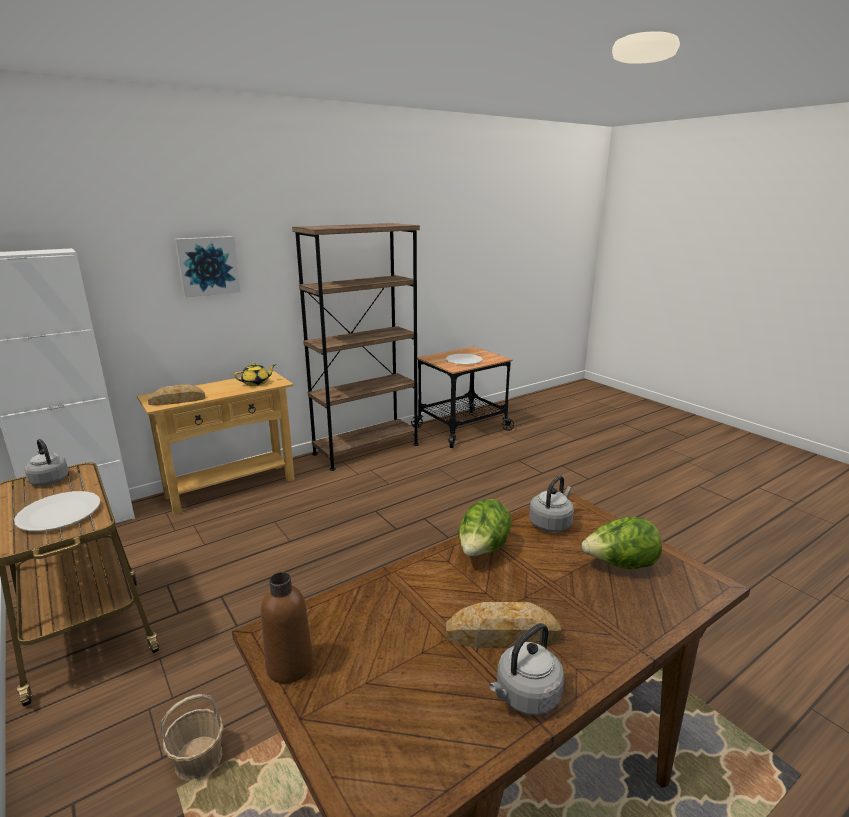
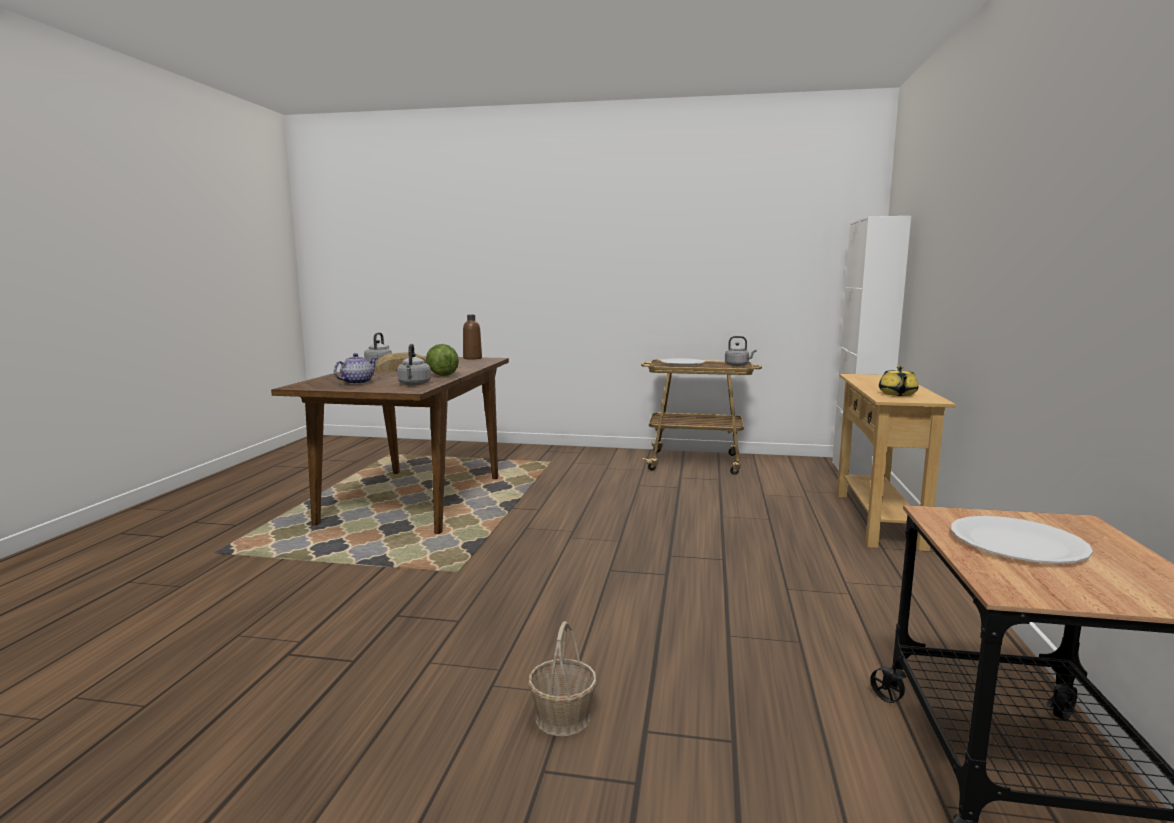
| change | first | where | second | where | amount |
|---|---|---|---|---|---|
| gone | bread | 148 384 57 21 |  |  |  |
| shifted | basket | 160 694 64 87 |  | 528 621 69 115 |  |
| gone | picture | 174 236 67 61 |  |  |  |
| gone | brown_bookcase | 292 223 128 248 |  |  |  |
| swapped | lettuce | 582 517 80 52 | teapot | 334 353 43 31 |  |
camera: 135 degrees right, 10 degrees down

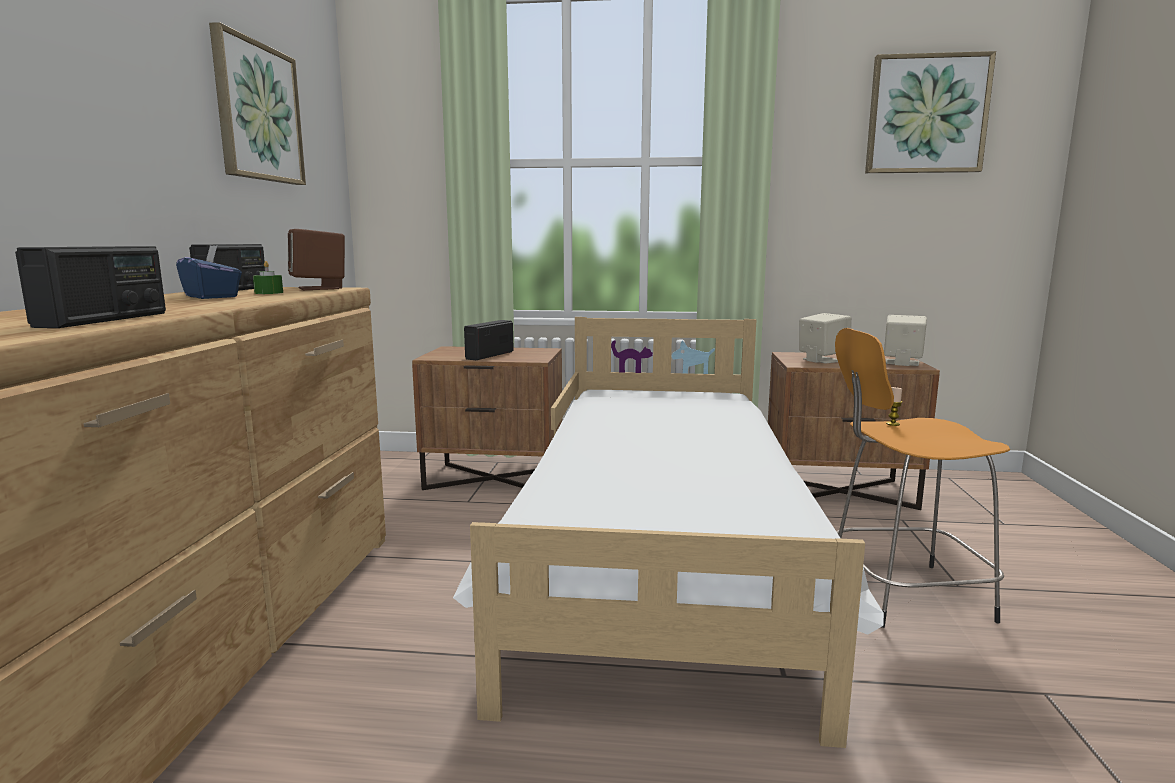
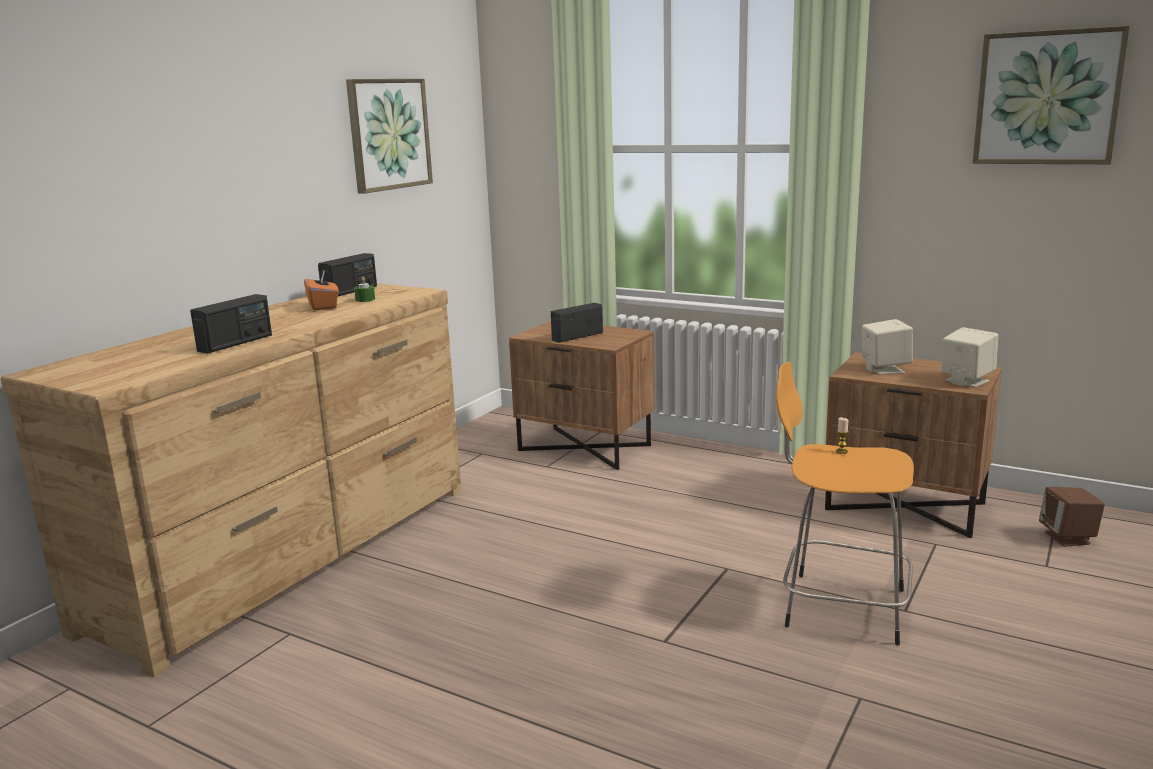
| change | first | where | second | where | amount |
|---|---|---|---|---|---|
| repainted | blue_tissue_box | 176 245 66 54 | orange_tissue_box | 304 270 35 40 |  |
| shifted | brown_speaker | 288 229 57 61 |  | 1039 487 66 60 |  |
| gone | white_bed | 453 317 431 431 |  |  |  |
camera: 25 degrees right, 5 degrees up

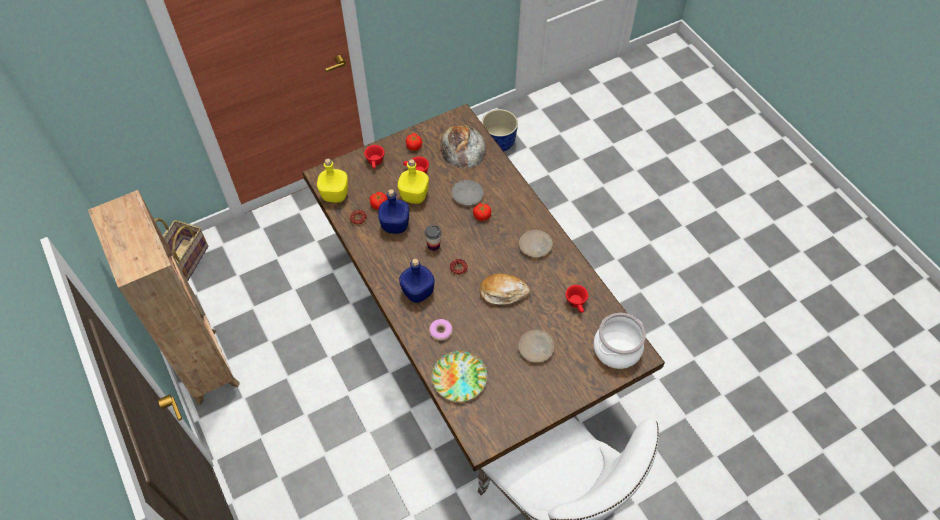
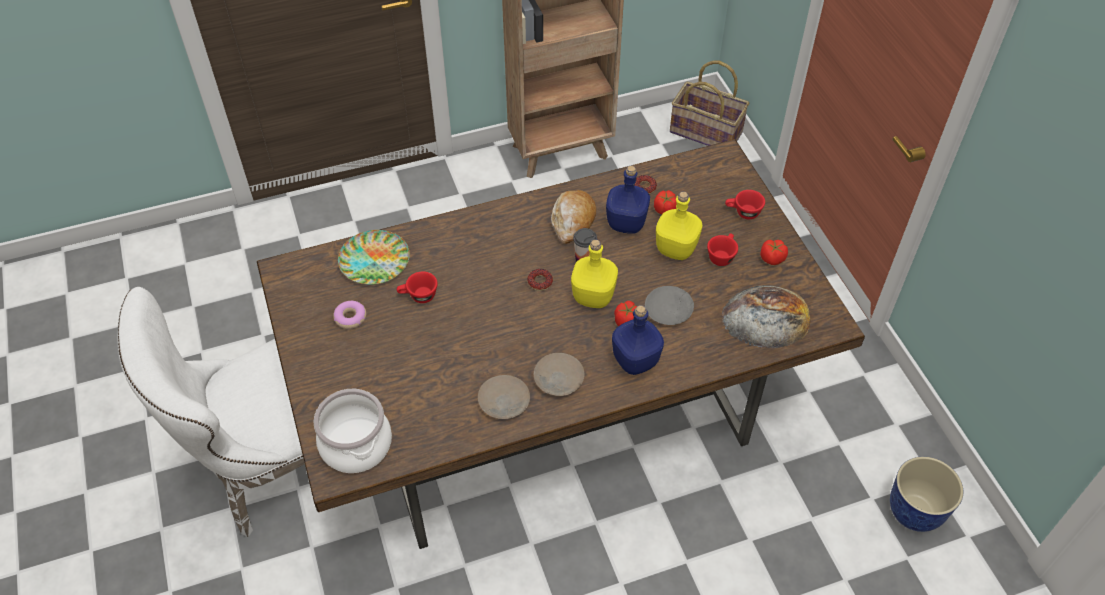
| change | first | where | second | where | amount |
|---|---|---|---|---|---|
| shifted | yellow_bottle | 317 158 31 45 |  | 571 240 47 68 |  |
| shifted | blue_bottle | 399 258 36 45 |  | 612 305 52 70 |  |
| shifted | donut | 429 319 24 22 |  | 333 301 33 28 |  |
| shifted | bread | 480 274 50 31 |  | 551 190 45 54 |  |
| shifted | beige_plate | 519 330 35 33 |  | 478 375 52 44 |  |
| shifted | red_cup | 566 285 22 28 |  | 397 271 41 32 |  |
camera: 100 degrees right, 5 degrees down

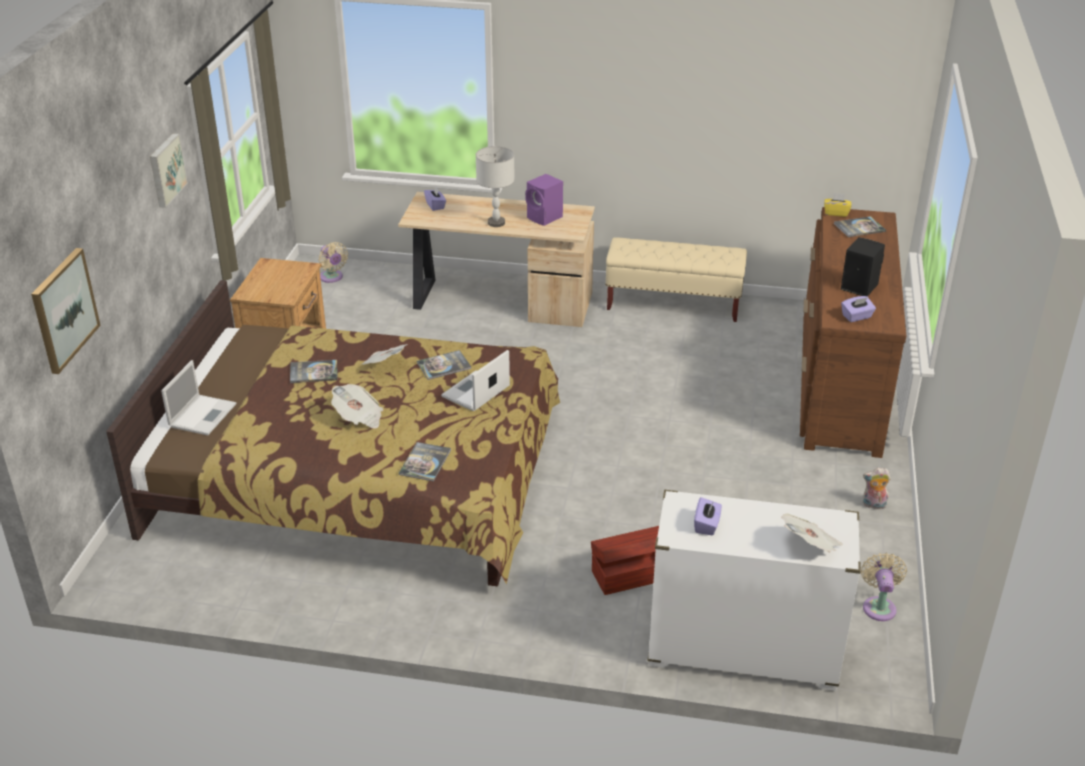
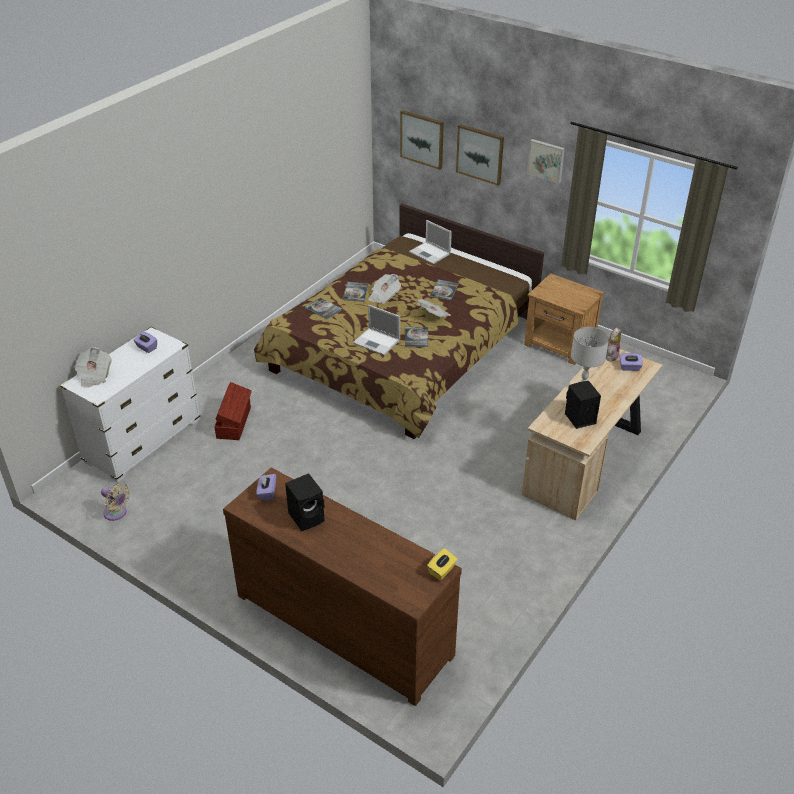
| change | first | where | second | where | amount |
|---|---|---|---|---|---|
| gone | beige_fan | 319 242 29 41 |  |  |  |
| rotated | laptop | 441 350 69 62 |  | 353 305 47 50 | 150 degrees clockwise |
| repainted | purple_speaker | 525 174 38 52 | black_speaker | 565 381 36 48 |  |
| gone | beige_bench | 605 237 142 85 |  |  |  |
| shifted | book | 833 216 53 21 |  | 342 282 27 20 |  |
| shifted | plush_toy | 863 468 28 41 |  | 606 328 15 33 |  |
| new |  |  | picture | 456 124 48 62 |  |
camera: 115 degrees right, 5 degrees up

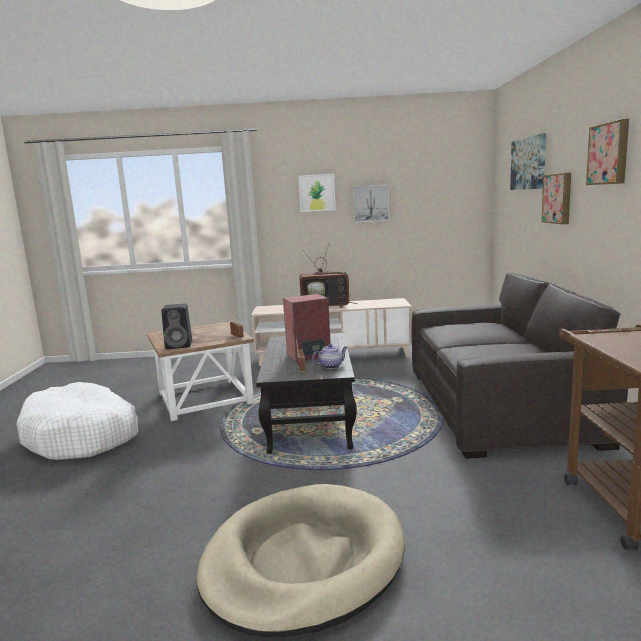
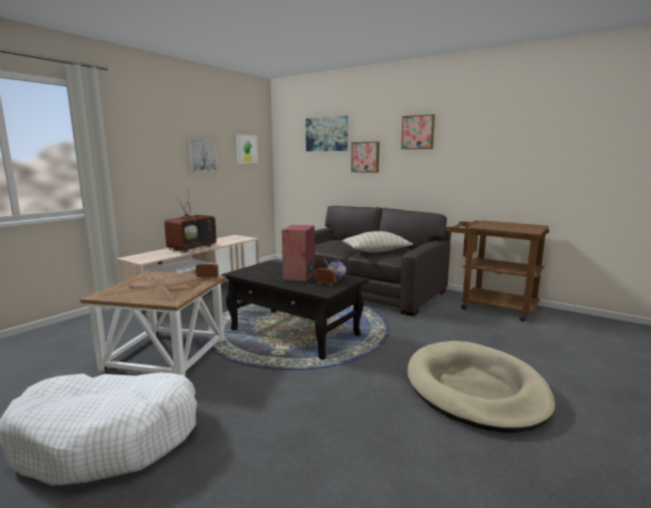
| change | first | where | second | where | amount |
|---|---|---|---|---|---|
| gone | black_speaker | 162 304 30 45 |  |  |  |
| shifted | picture | 298 174 38 38 |  | 236 134 22 29 |  |
| new |  |  | pillow | 342 231 71 22 |  |
camera: 55 degrees left, 0 degrees up

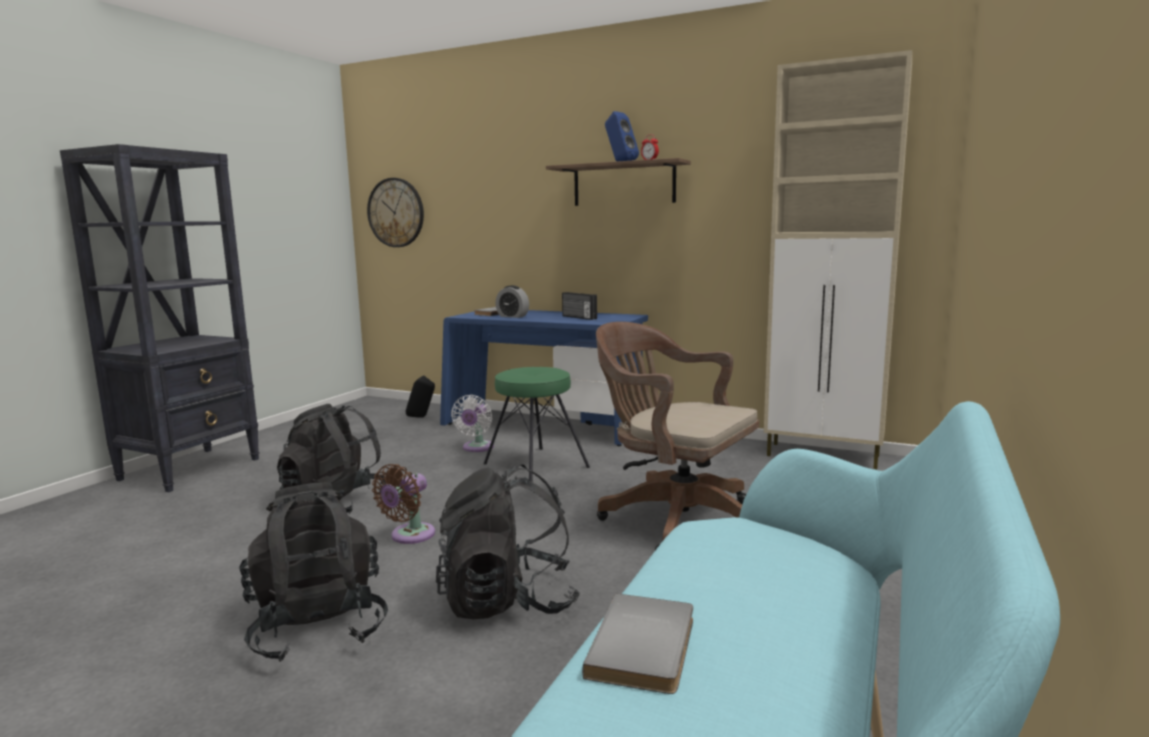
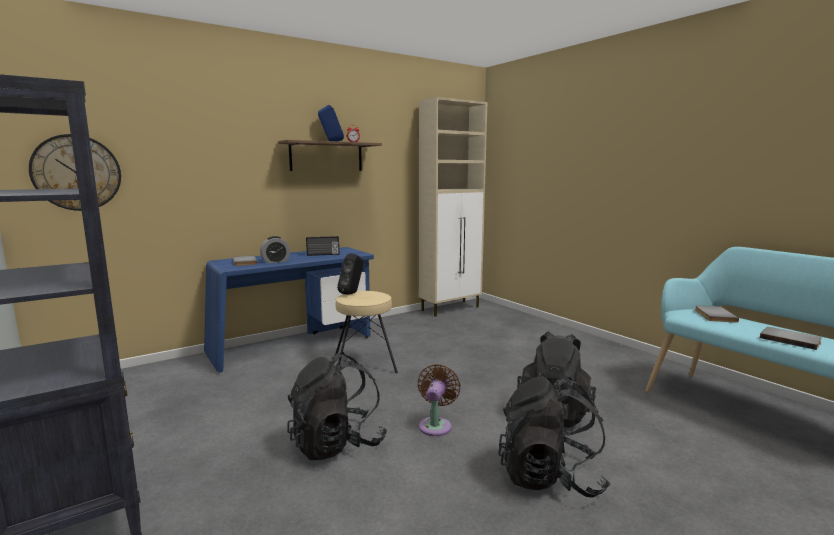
| change | first | where | second | where | amount |
|---|---|---|---|---|---|
| rotated | brown_fan | 372 464 63 80 |  | 418 364 43 72 | 135 degrees counterclockwise |
| shifted | black_speaker | 405 375 30 43 |  | 337 254 27 41 |  |
| gone | white_fan | 451 395 43 57 |  |  |  |
| repainted | green_stool | 483 367 107 115 | beige_stool | 335 291 63 82 |  |
| gone | brown_office_chair | 596 322 163 228 |  |  |  |
| new |  |  | grey_book | 695 305 44 18 |  |
camera: 60 degrees left, 0 degrees up

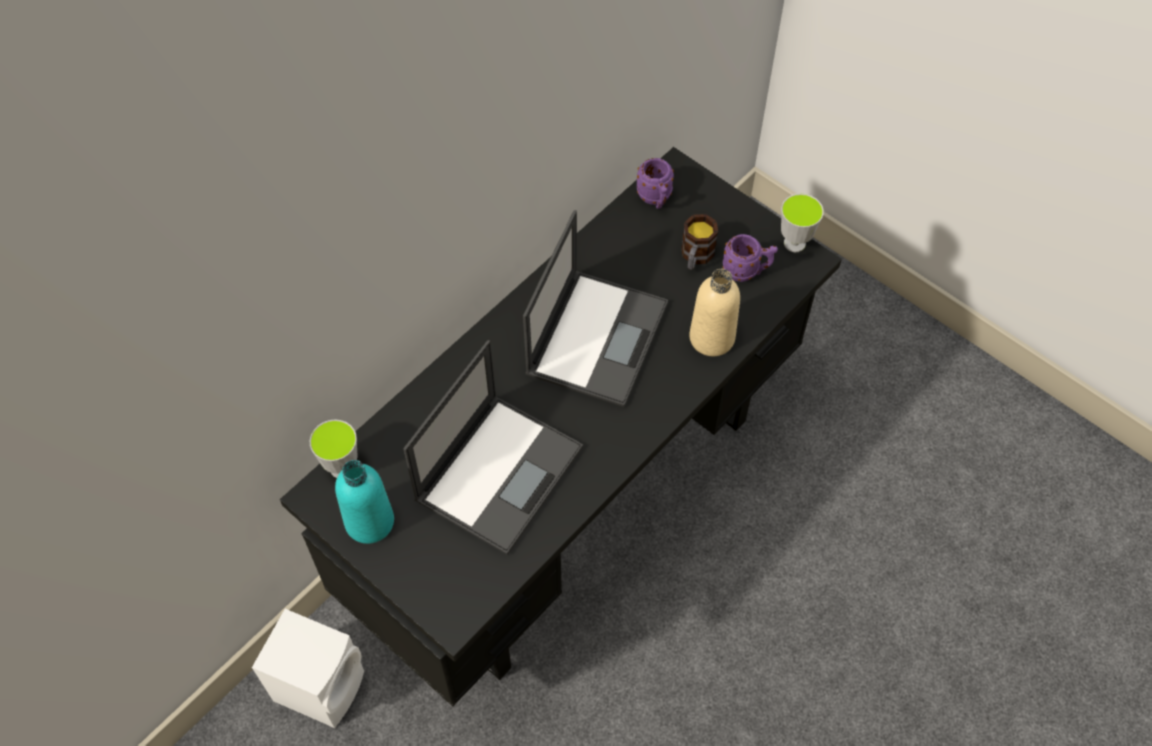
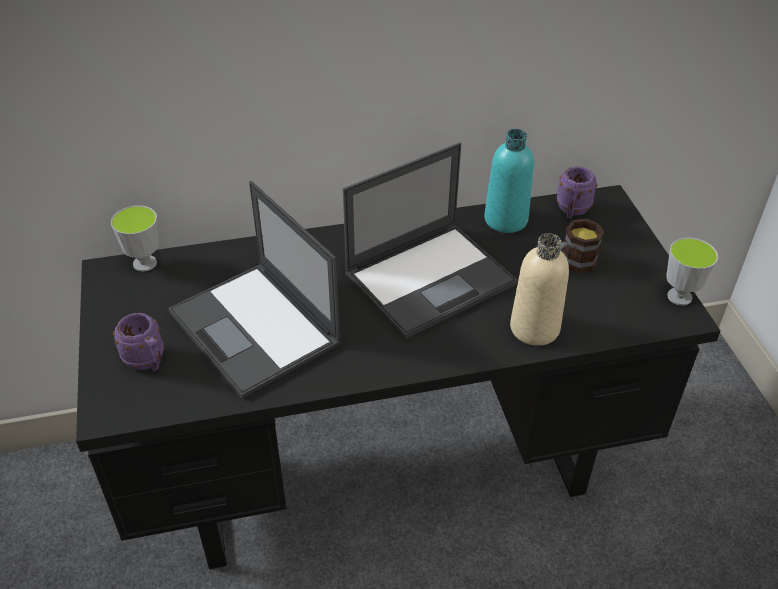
| change | first | where | second | where | amount |
|---|---|---|---|---|---|
| gone | white_speaker | 252 609 112 119 |  |  |  |
| shifted | turquoise_bottle | 335 460 59 84 |  | 484 129 50 104 |  |
| rotated | laptop | 403 340 180 215 |  | 168 181 173 217 | 75 degrees clockwise |
| shifted | purple_mug | 723 234 55 48 |  | 113 313 51 58 |  |
camera: 35 degrees right, 15 degrees down

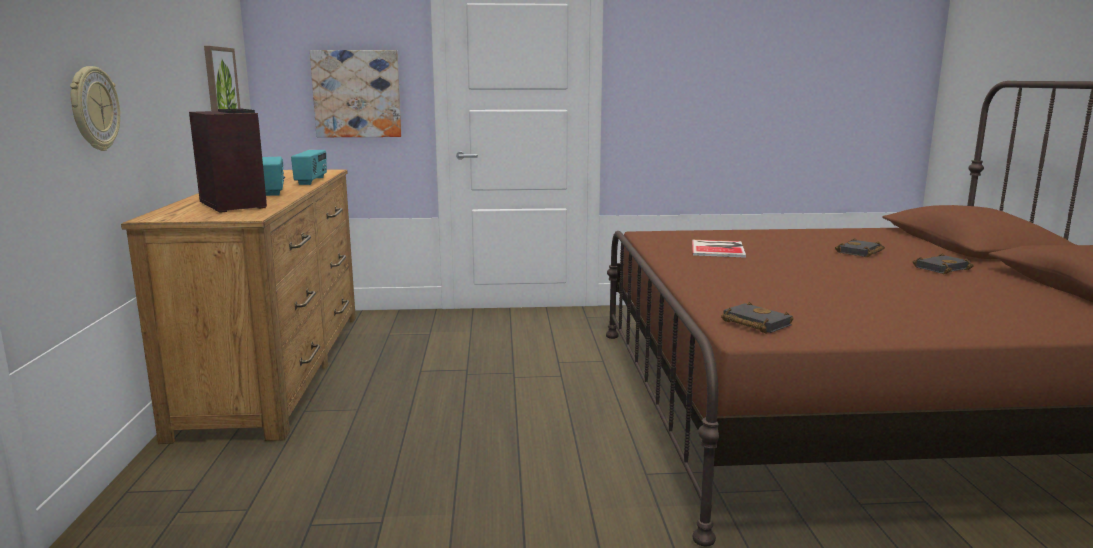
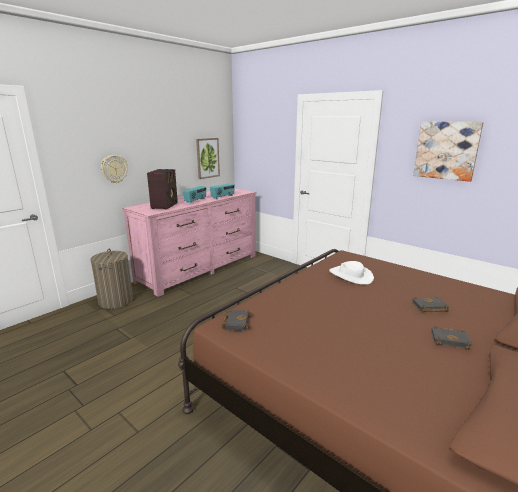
| change | first | where | second | where | amount |
|---|---|---|---|---|---|
| repainted | brown_dresser | 121 169 235 275 | pink_dresser | 122 188 135 109 |  |
| shifted | picture | 310 50 92 87 |  | 413 121 71 61 |  |
| swapped | book | 692 240 54 18 | white_hat | 329 261 45 24 |  |
| new |  |  | laundry_basket | 90 249 43 60 |  |
camera: 45 degrees right, 5 degrees up

